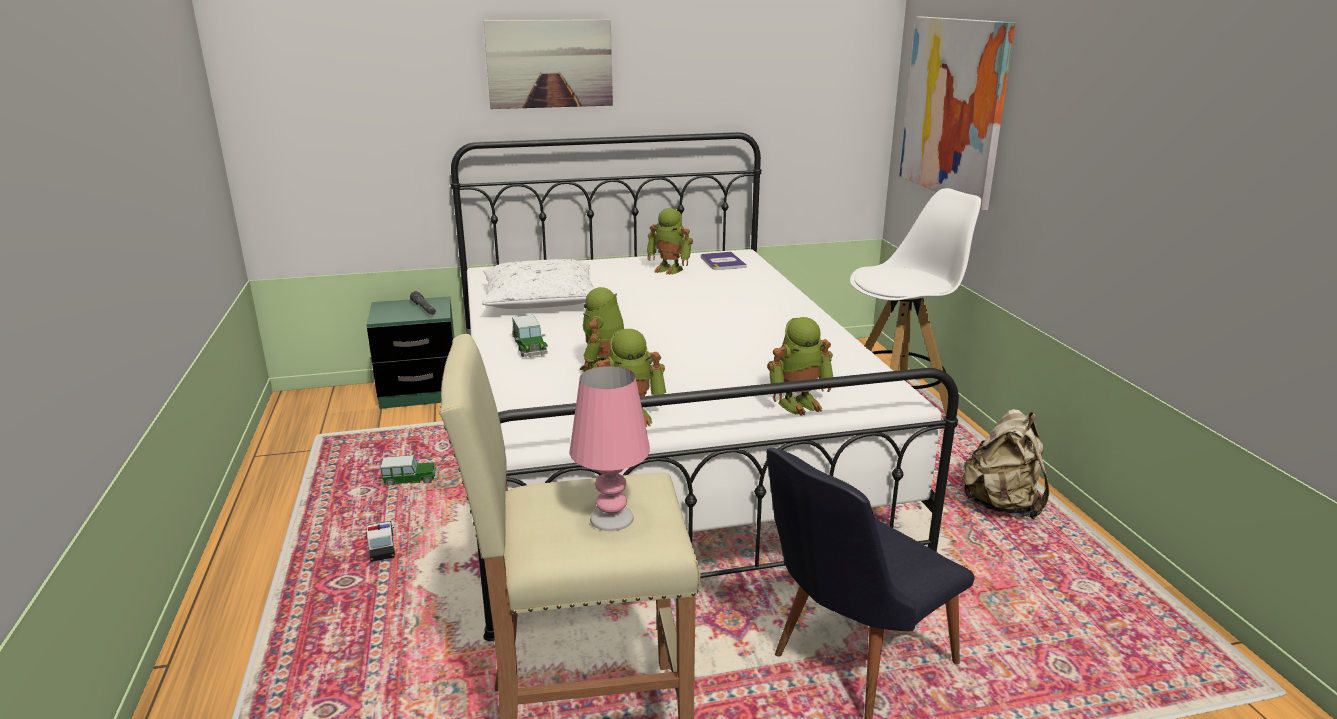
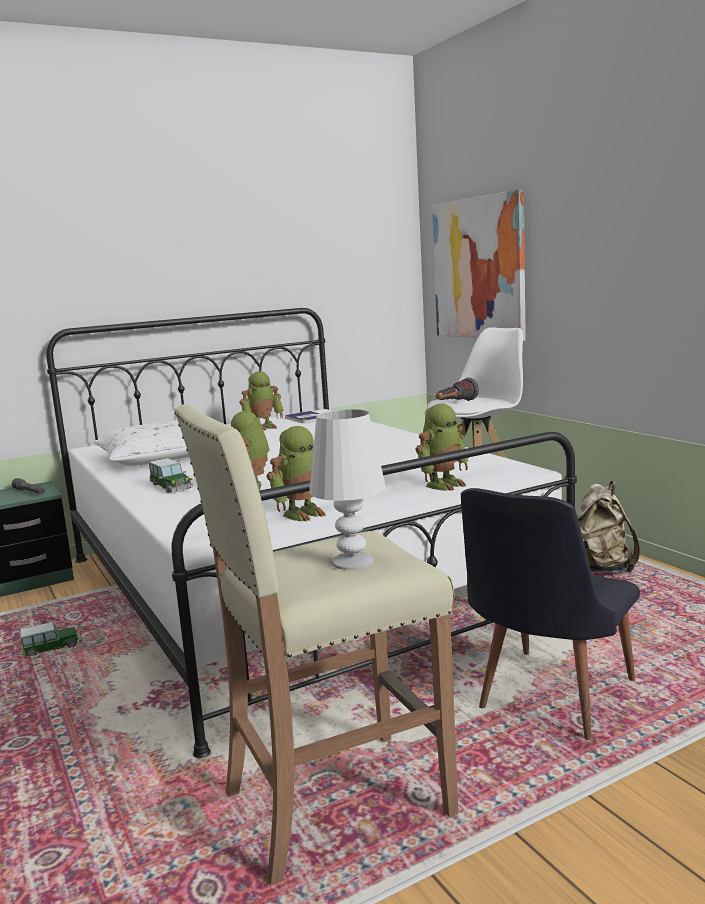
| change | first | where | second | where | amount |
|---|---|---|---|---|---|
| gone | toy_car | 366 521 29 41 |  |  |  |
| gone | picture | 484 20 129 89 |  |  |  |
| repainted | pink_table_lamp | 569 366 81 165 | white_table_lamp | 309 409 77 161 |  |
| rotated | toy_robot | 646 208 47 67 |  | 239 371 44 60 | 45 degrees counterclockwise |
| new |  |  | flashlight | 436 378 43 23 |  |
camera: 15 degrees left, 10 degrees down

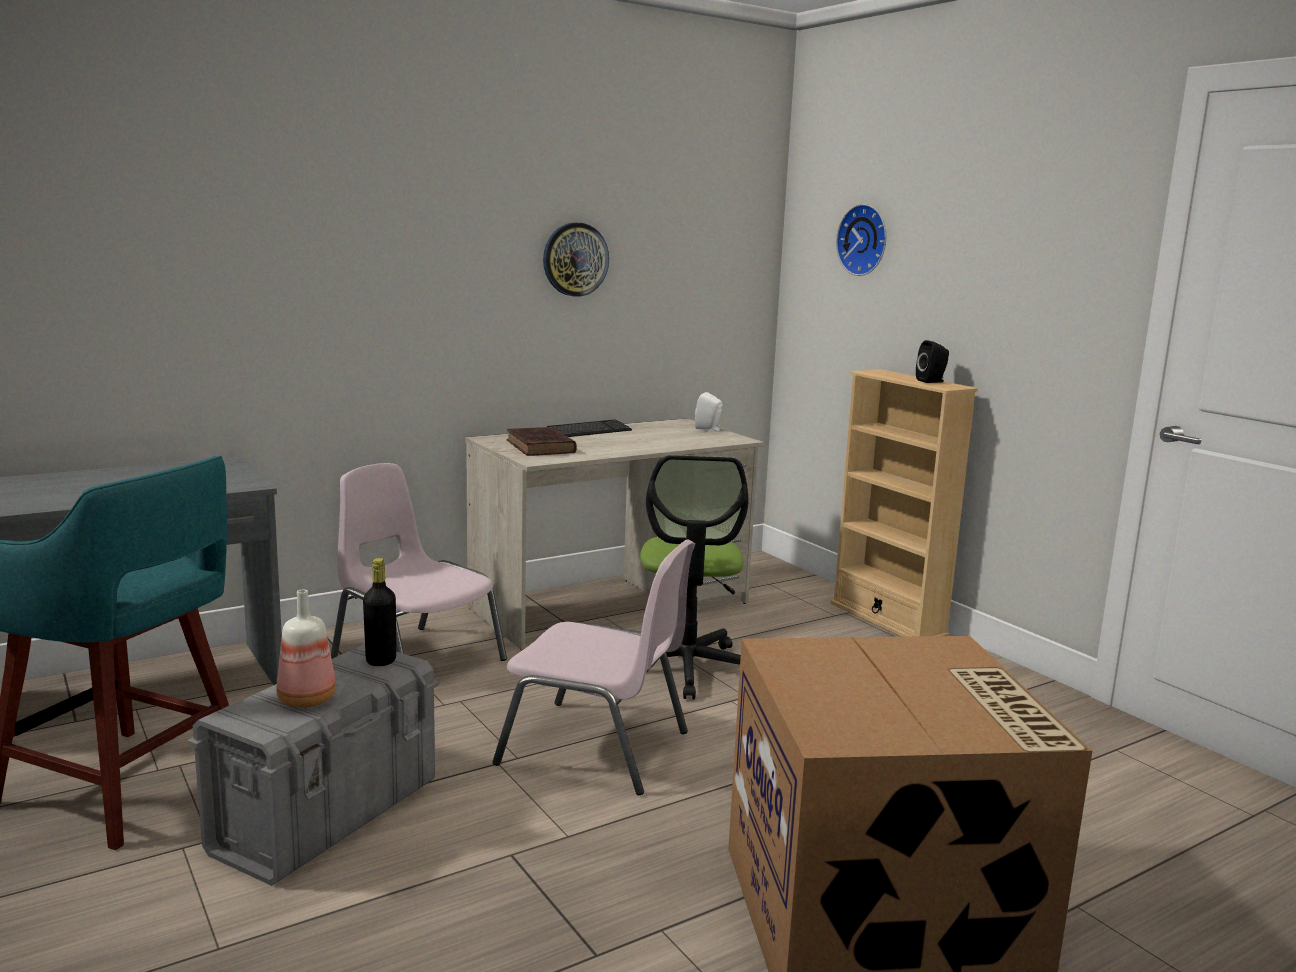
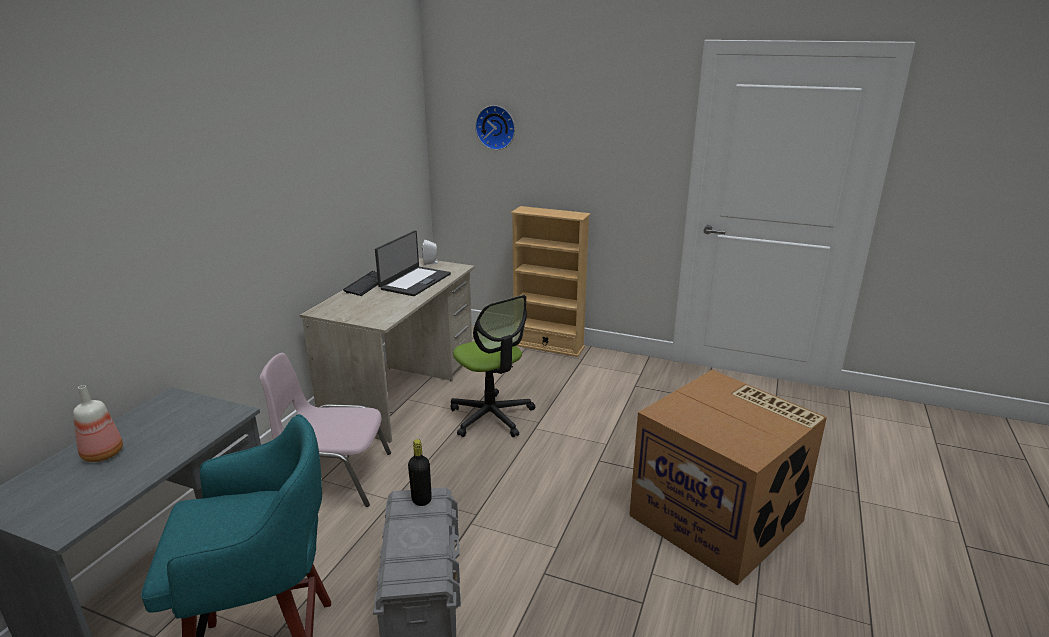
| change | first | where | second | where | amount |
|---|---|---|---|---|---|
| shifted | bottle | 276 590 60 118 |  | 73 385 50 77 |  |
| gone | pink_chair | 493 540 202 255 |  |  |  |
| gone | brown_book | 506 427 71 29 |  |  |  |
| gone | wall_clock | 543 222 66 75 |  |  |  |
| gone | black_speaker | 916 340 33 43 |  |  |  |
| new |  |  | laptop | 375 230 76 66 |  |
camera: 35 degrees left, 10 degrees up

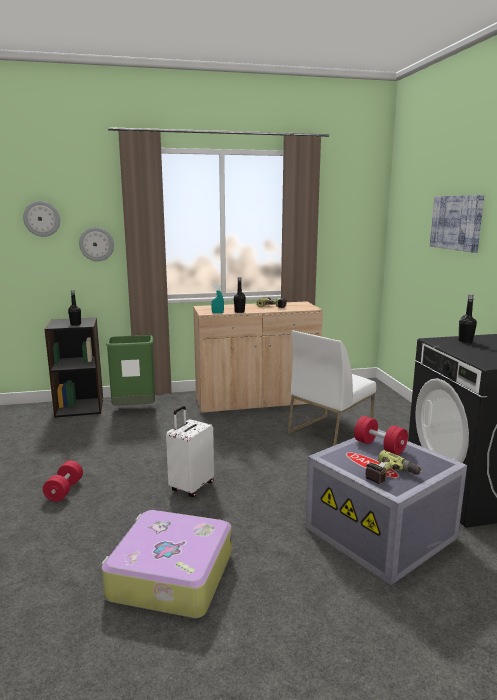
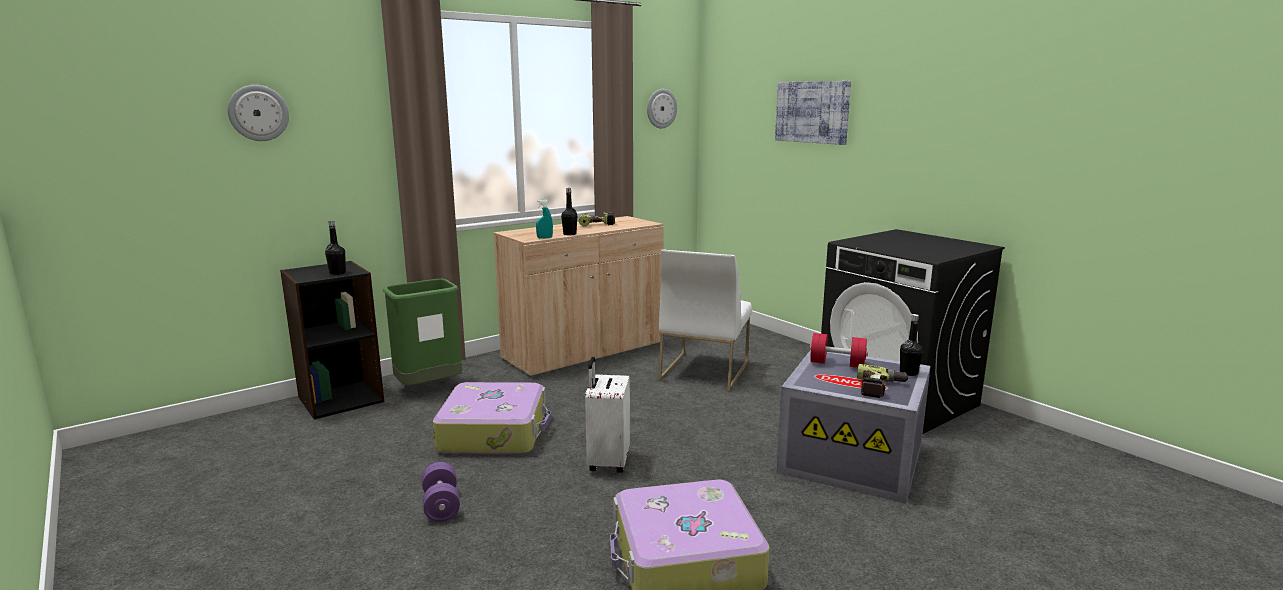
| change | first | where | second | where | amount |
|---|---|---|---|---|---|
| repainted | red_dumbbell | 43 461 40 41 | purple_dumbbell | 422 462 38 60 |  |
| shifted | wall_clock | 79 227 35 34 |  | 647 89 30 40 |  |
| shifted | black_bottle | 459 294 18 49 |  | 900 314 23 62 |  |
| new |  |  | suitcase | 433 382 119 72 |  |
camera: 25 degrees left, 0 degrees up

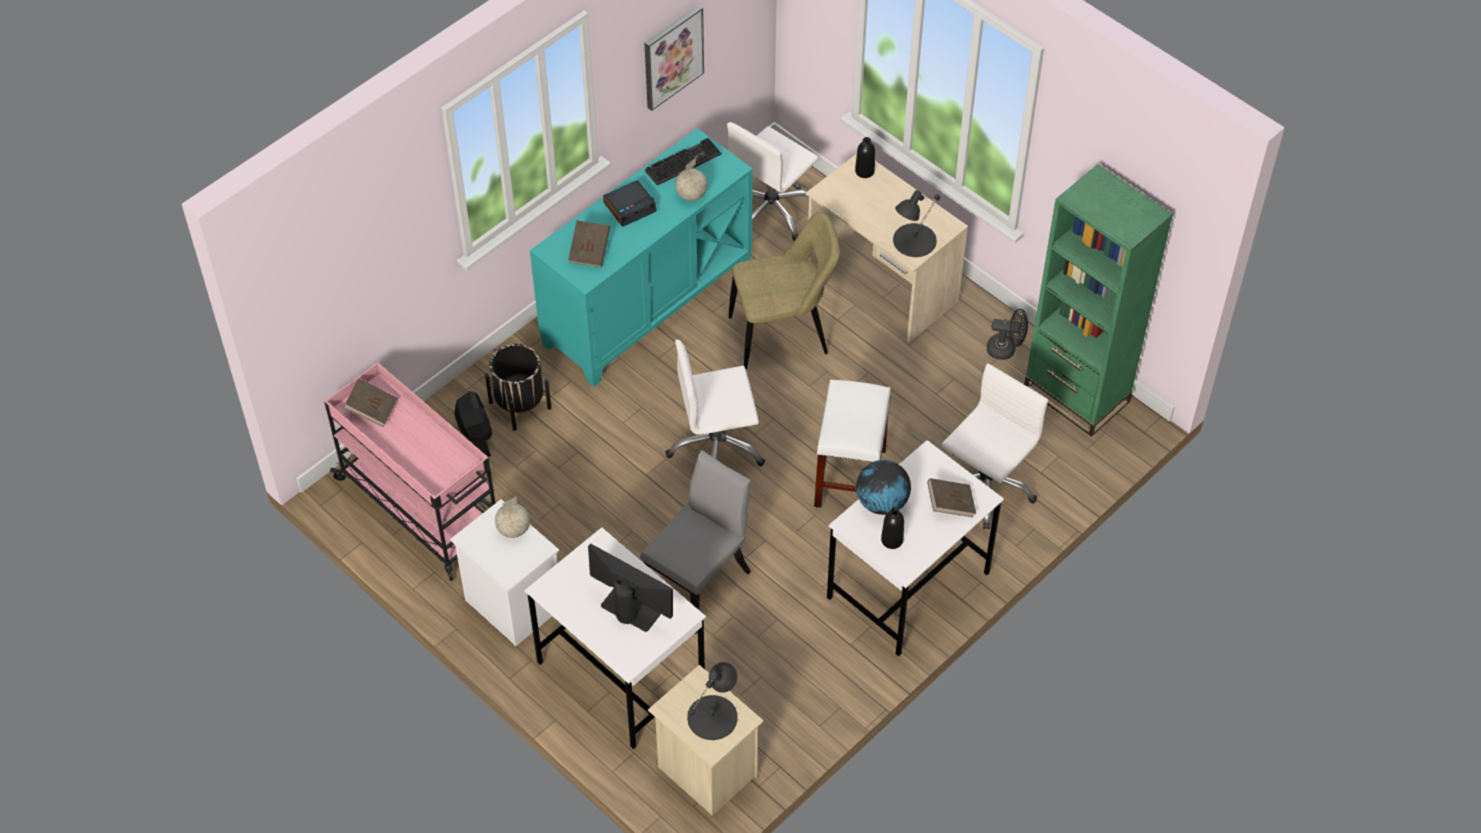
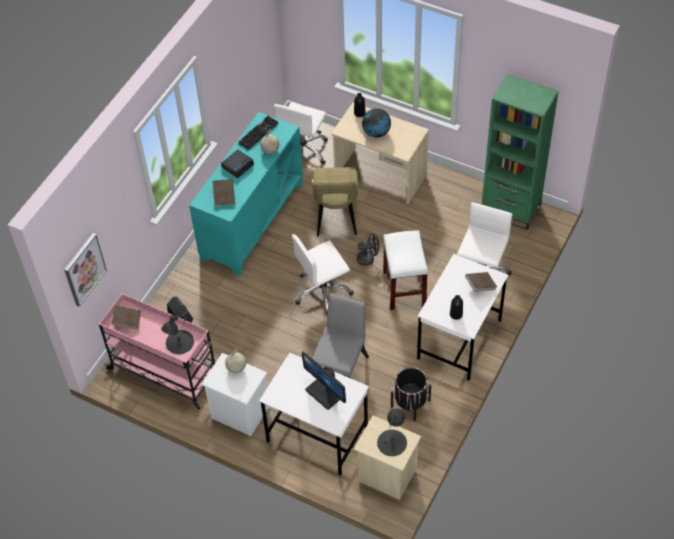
| change | first | where | second | where | amount |
|---|---|---|---|---|---|
| shifted | black_planter | 485 344 66 87 |  | 391 367 40 54 |  |
| rotated | monitor | 588 544 85 88 |  | 302 351 44 59 | 150 degrees counterclockwise |
| shifted | picture | 644 5 60 106 |  | 64 233 43 74 |  |
| rotated | beige_chair | 729 212 111 157 |  | 313 167 45 69 | 120 degrees clockwise |
| shifted | globe | 856 460 55 55 |  | 362 108 29 30 |  |
| shifted | black_table_lamp | 893 190 48 67 |  | 161 312 33 42 |  |
| shifted | black_fan | 987 309 41 51 |  | 357 233 22 33 |  |
camera: 15 degrees left, 0 degrees up

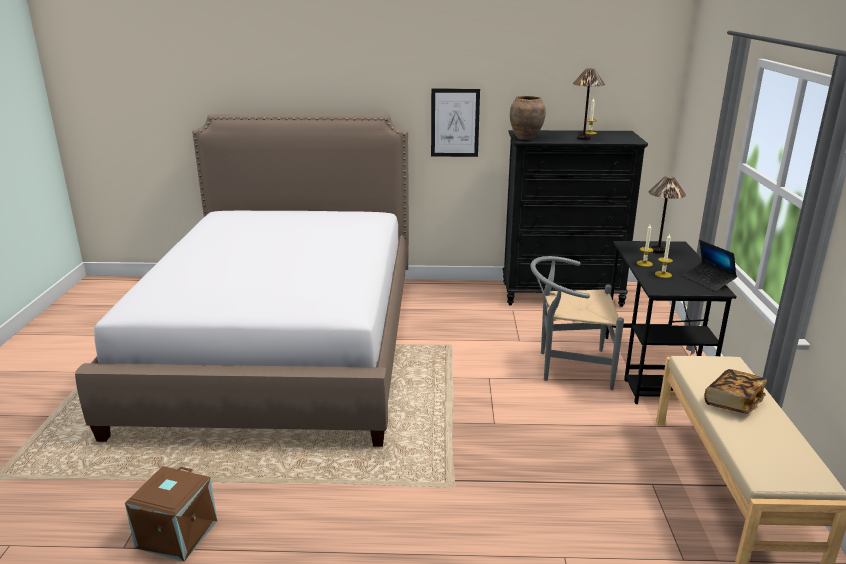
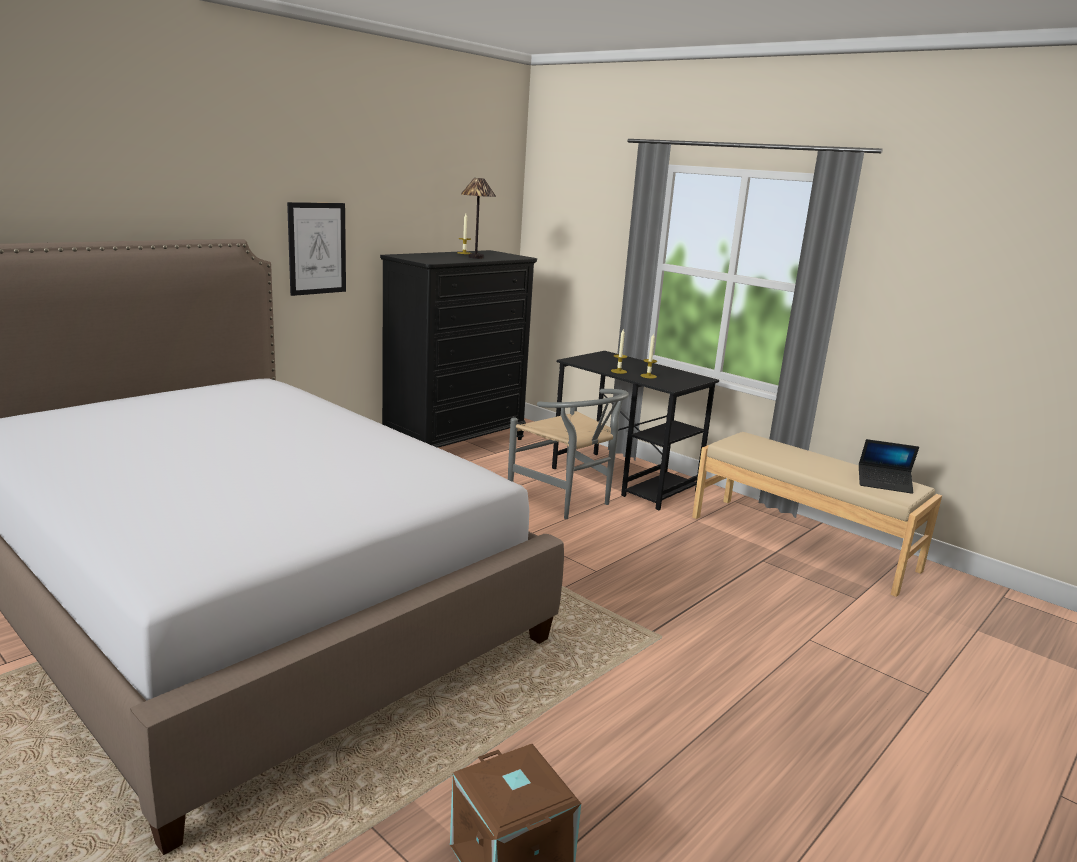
| change | first | where | second | where | amount |
|---|---|---|---|---|---|
| gone | brown_vase | 510 96 36 44 |  |  |  |
| rotated | grey_chair | 530 256 94 134 |  | 508 389 121 130 | 90 degrees counterclockwise |
| gone | table_lamp | 649 176 37 78 |  |  |  |
| shifted | laptop | 682 240 55 51 |  | 859 439 60 55 |  |
| gone | book | 704 369 63 45 |  |  |  |
camera: 50 degrees left, 5 degrees down

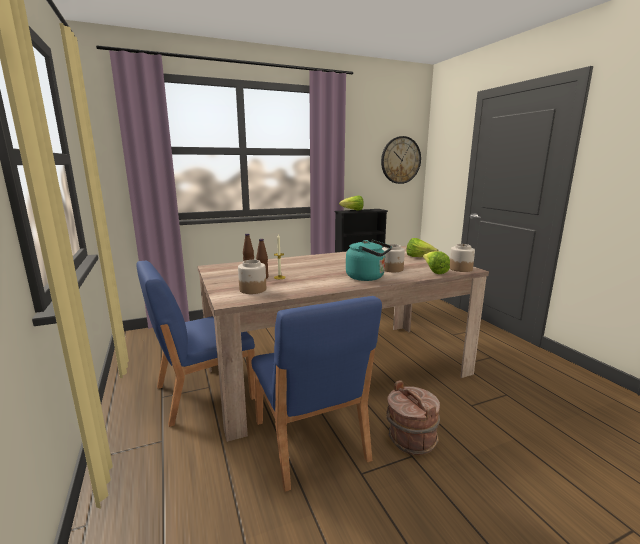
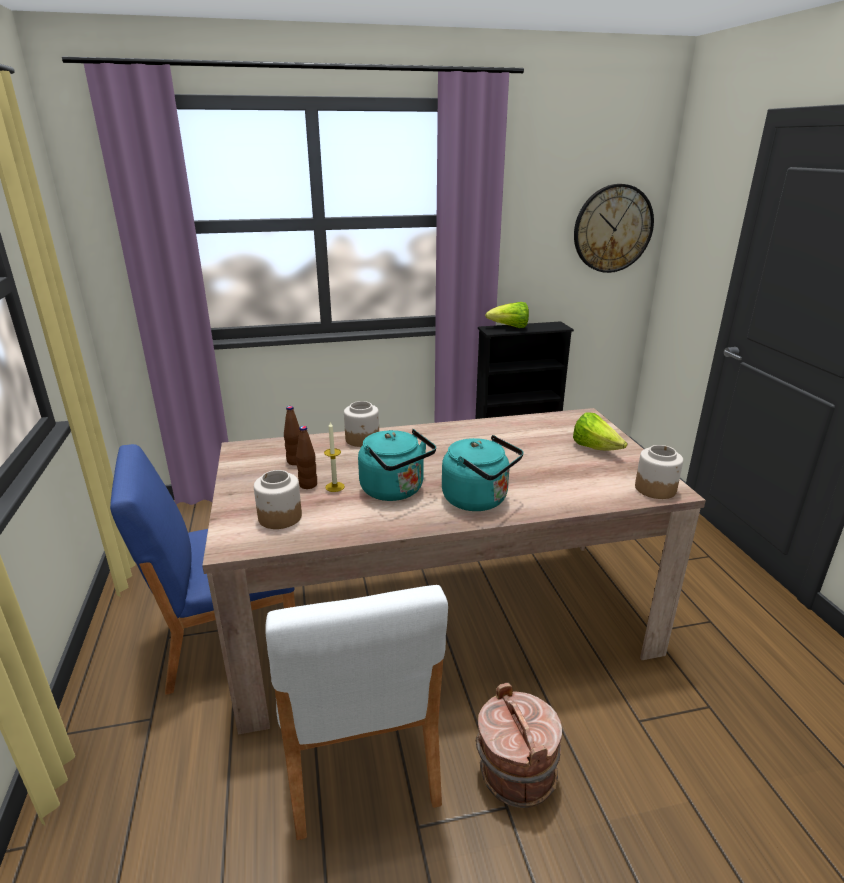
| change | first | where | second | where | amount |
|---|---|---|---|---|---|
| repainted | blue_chair | 252 296 130 196 | white_chair | 265 585 183 255 |  |
| shifted | jar | 382 244 23 28 |  | 344 401 35 46 |  |
| gone | lettuce | 423 251 27 23 |  |  |  |
| new |  |  | turquoise_kettle | 358 429 78 72 |  |
camera: 10 degrees right, 10 degrees up

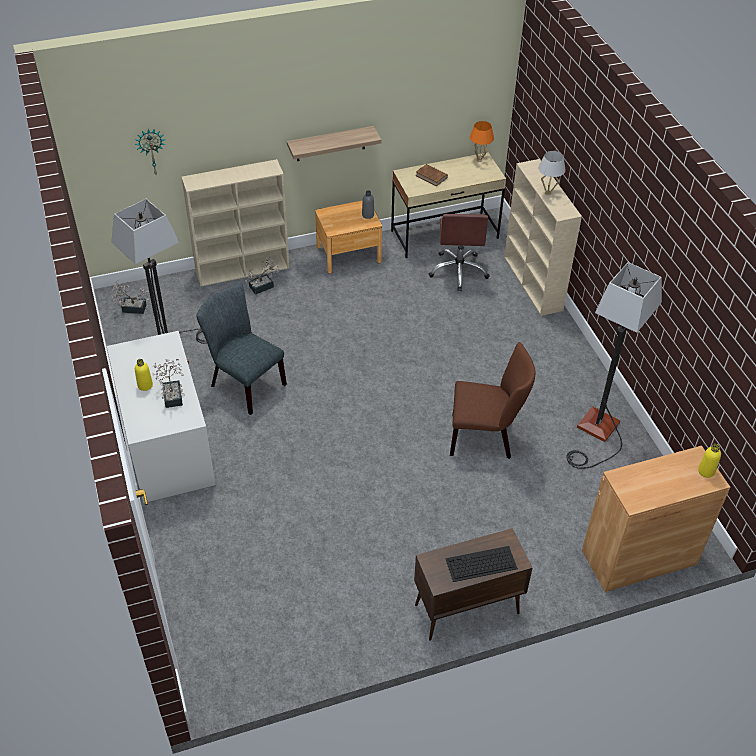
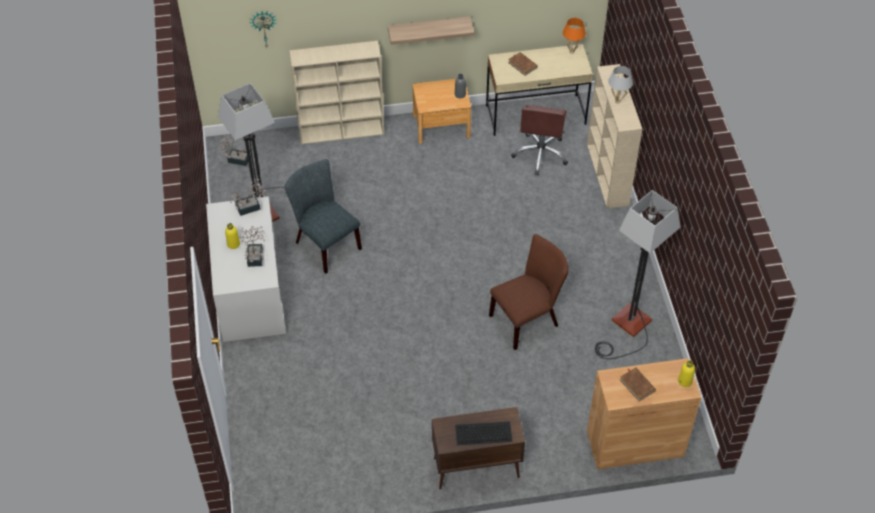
| change | first | where | second | where | amount |
|---|---|---|---|---|---|
| shifted | potted_plant | 245 257 34 38 |  | 230 179 37 37 |  |
| rotated | brown_chair | 450 342 85 117 |  | 489 234 79 116 | 45 degrees counterclockwise |
| new |  |  | brown_book | 620 368 36 34 |  |
camera: 10 degrees right, 5 degrees up

